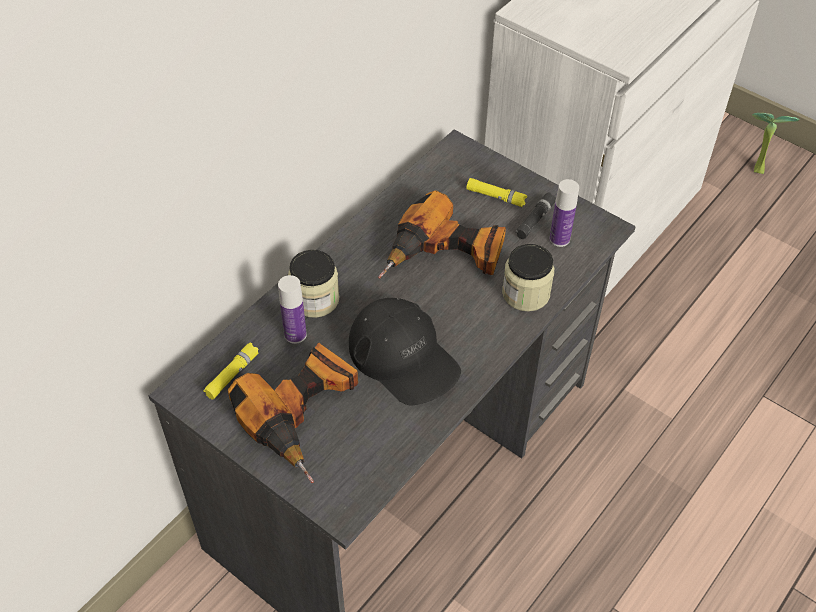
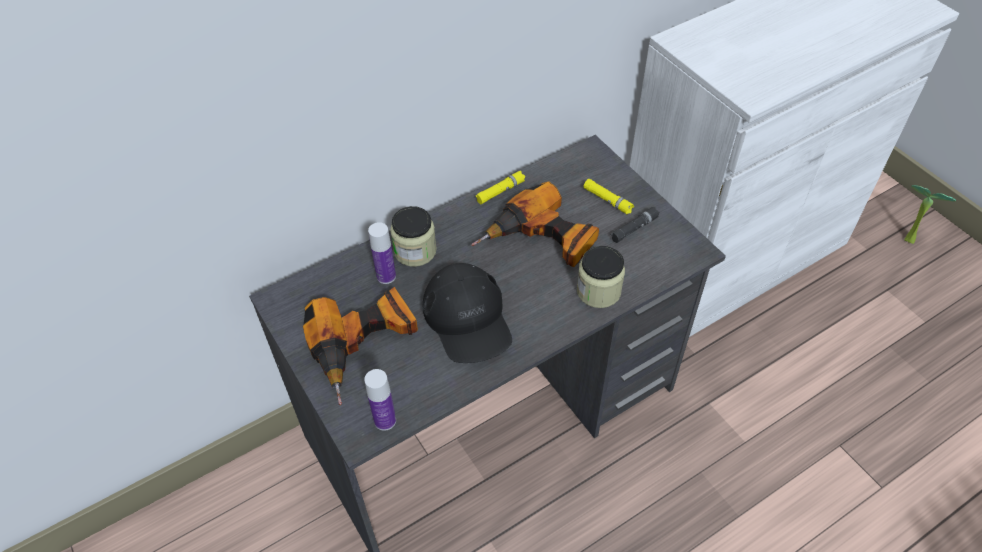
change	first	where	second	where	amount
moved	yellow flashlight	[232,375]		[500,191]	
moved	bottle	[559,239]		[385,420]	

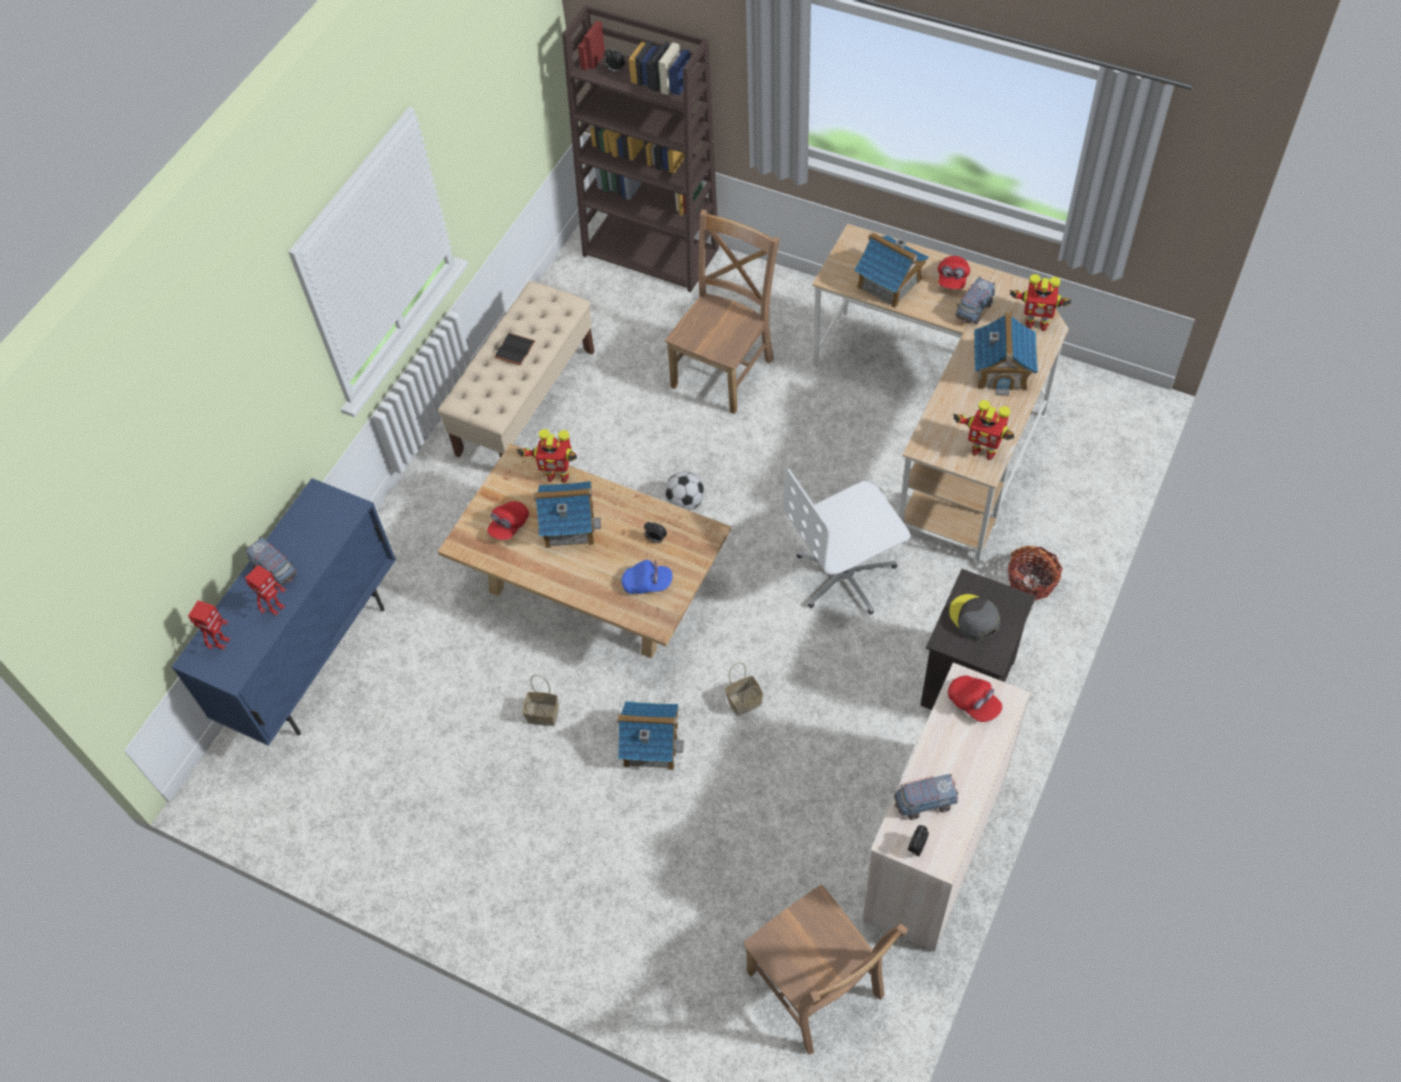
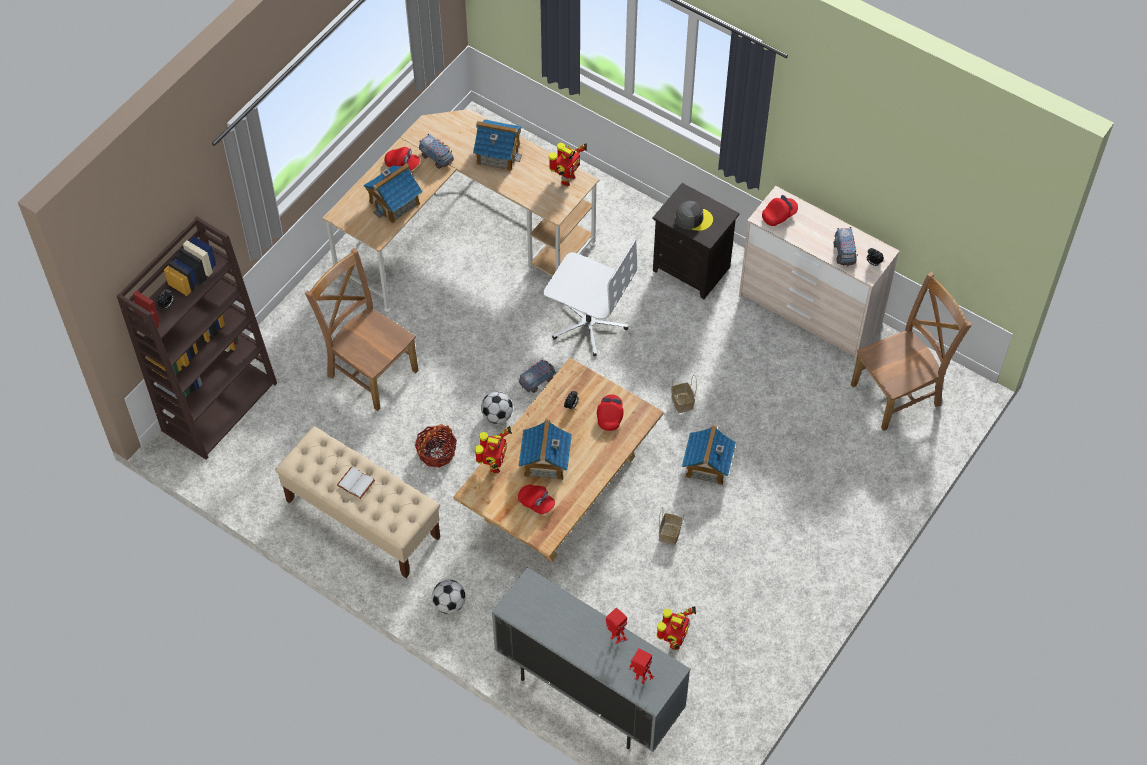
change	first	where	second	where	amount
added			football	[449,604]	
moved	toy truck	[275,570]		[537,381]	
moved	basket	[1031,581]		[436,452]	
moved	toy robot	[1036,323]		[674,641]	
recoloured	blue cabinet	[317,658]	grey cabinet	[588,694]	
recoloured	black book	[514,349]	white book	[355,483]	
recoloured	blue cap	[647,583]	red cap	[610,416]	
turned	white office chair	[845,575]		[588,323]	45 degrees counterclockwise
turned	grey cap	[974,618]		[693,218]	150 degrees counterclockwise

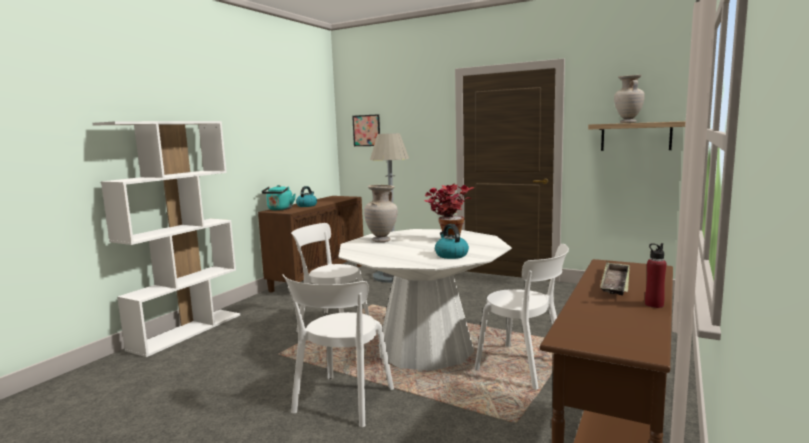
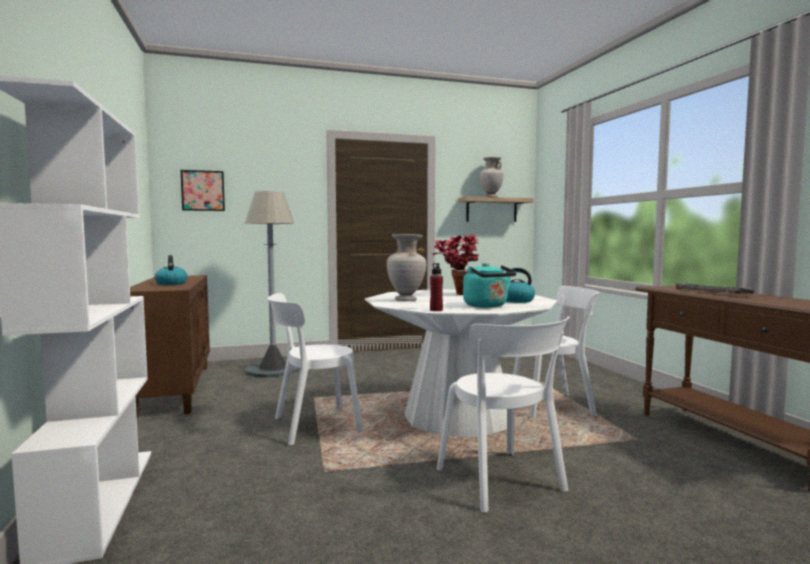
change	first	where	second	where	amount
moved	turquoise kettle	[279,209]		[487,306]	
moved	red bottle	[654,305]		[436,310]	

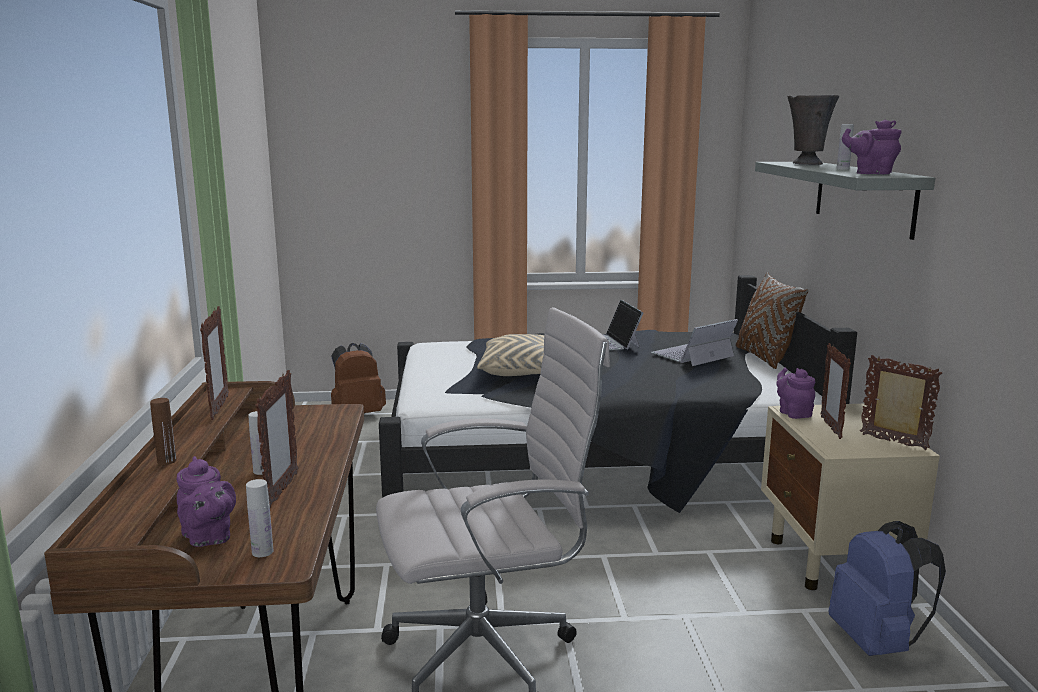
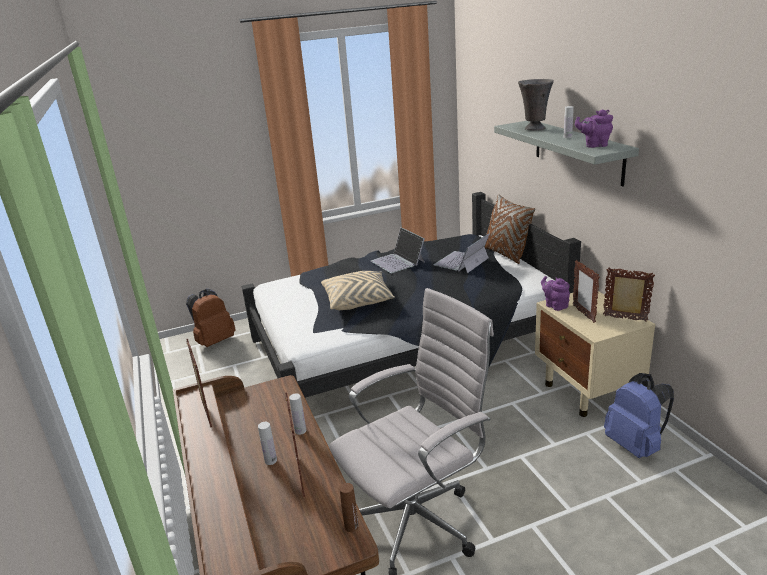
change	first	where	second	where	amount
removed	purple teapot	[208,538]			
moved	brown bottle	[167,461]		[351,526]	
moved	white bottle	[262,552]		[300,431]	

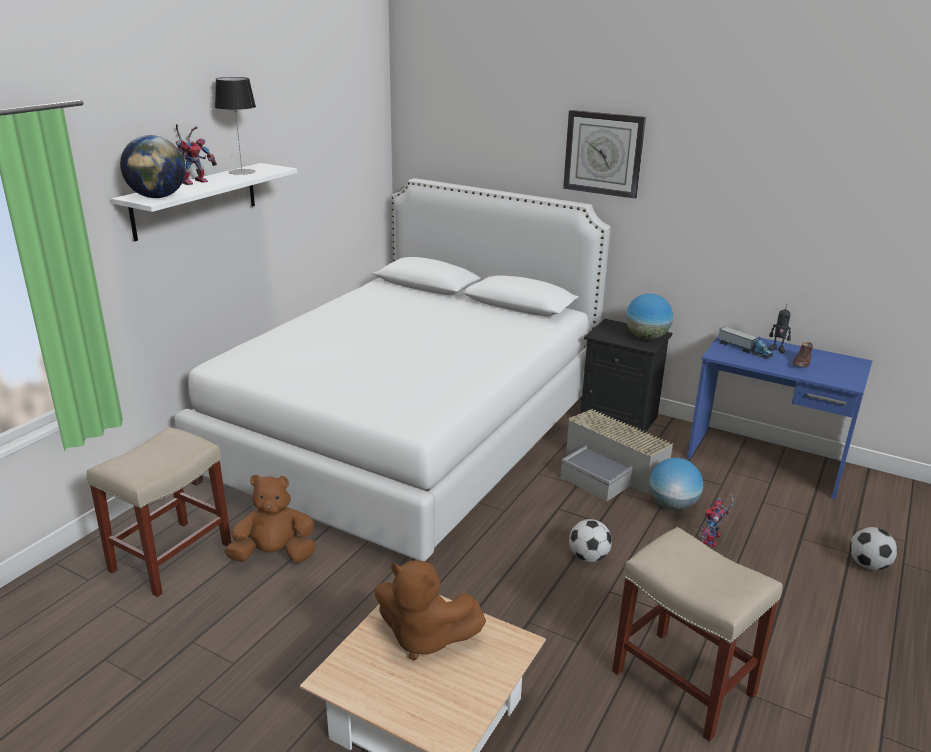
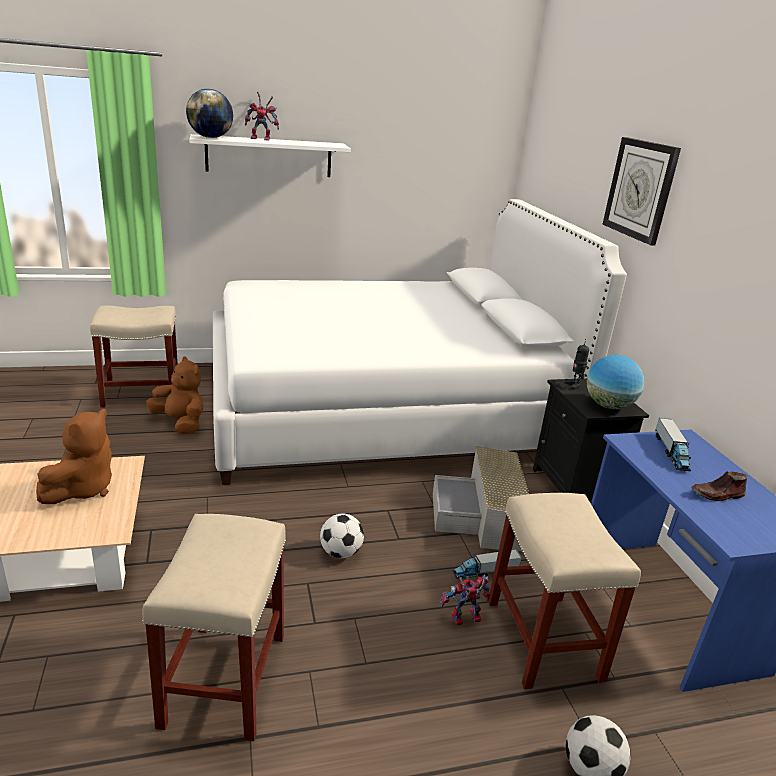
change	first	where	second	where	amount
removed	table lamp	[242,172]			
added			beige stool	[542,637]	
moved	toy robot	[777,349]		[574,385]	
replaced	globe	[672,505]	toy truck	[485,571]	
turned	brown plush toy	[424,638]		[83,489]	135 degrees counterclockwise

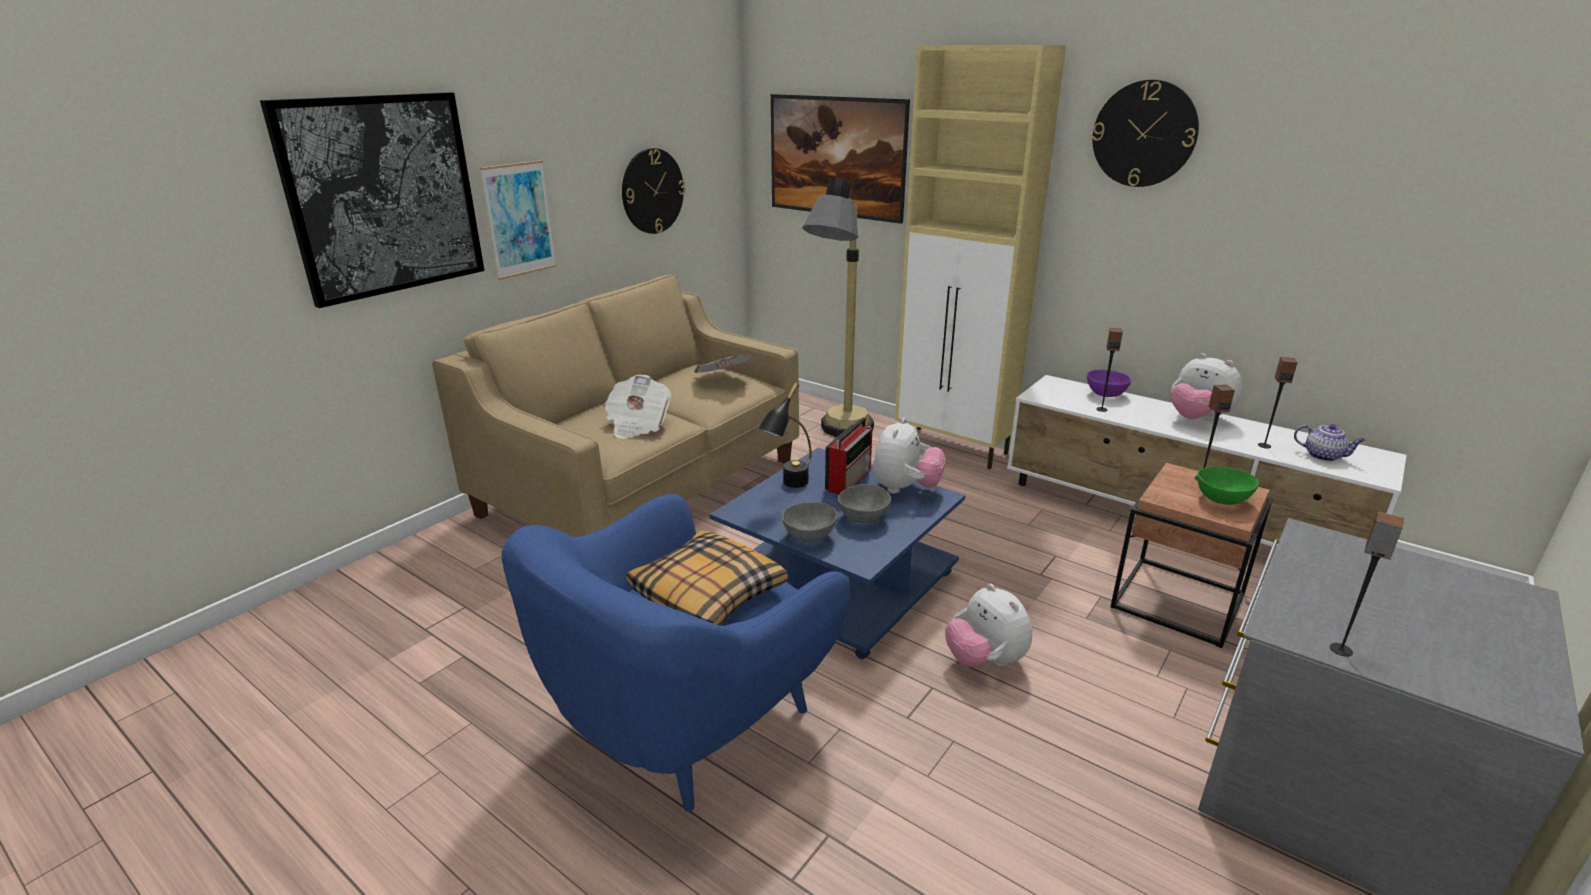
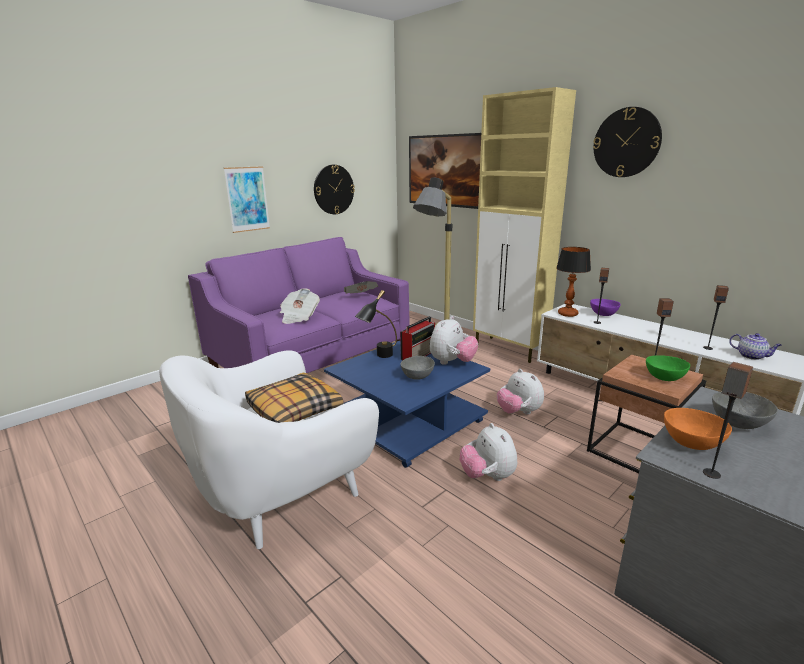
change	first	where	second	where	amount
removed	picture	[384,196]			
added			table lamp	[567,314]	
added			orange bowl	[692,444]	
moved	grey bowl	[810,537]		[739,424]	
moved	plush toy	[1197,419]		[518,412]	
recoloured	beige sofa	[642,487]	purple sofa	[311,360]	
recoloured	blue armchair	[685,720]	white armchair	[280,493]	

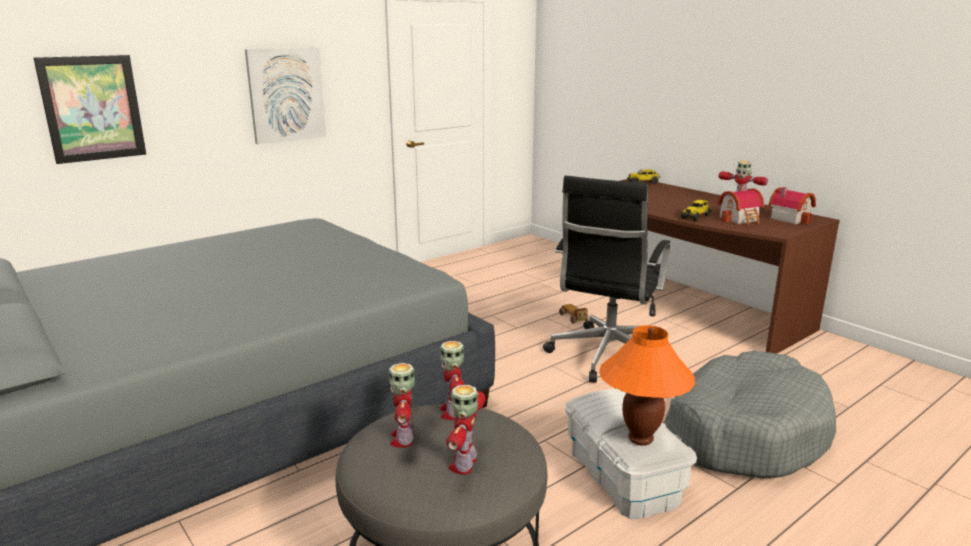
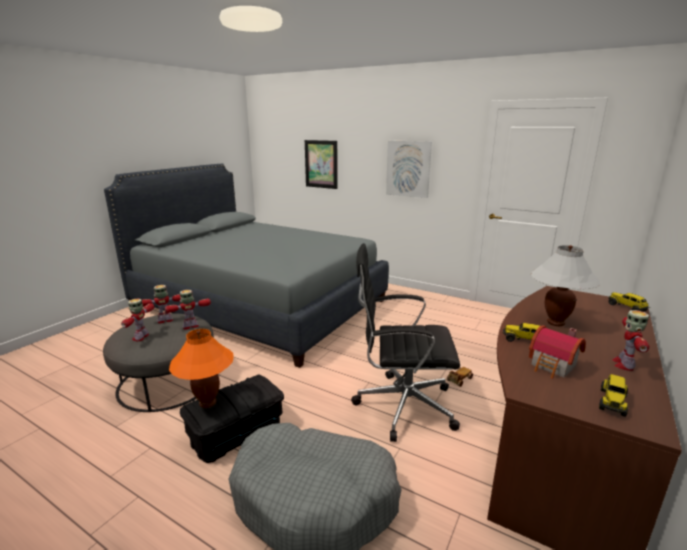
change	first	where	second	where	amount
added			white table lamp	[555,323]	
replaced	toy house	[790,218]	toy truck	[612,402]	
recoloured	white storage box	[622,475]	black storage box	[236,432]	
turned	toy robot	[464,463]		[141,337]	75 degrees counterclockwise

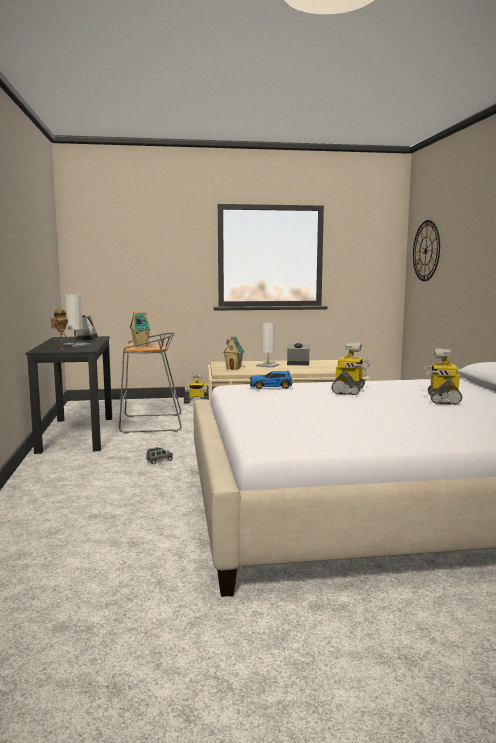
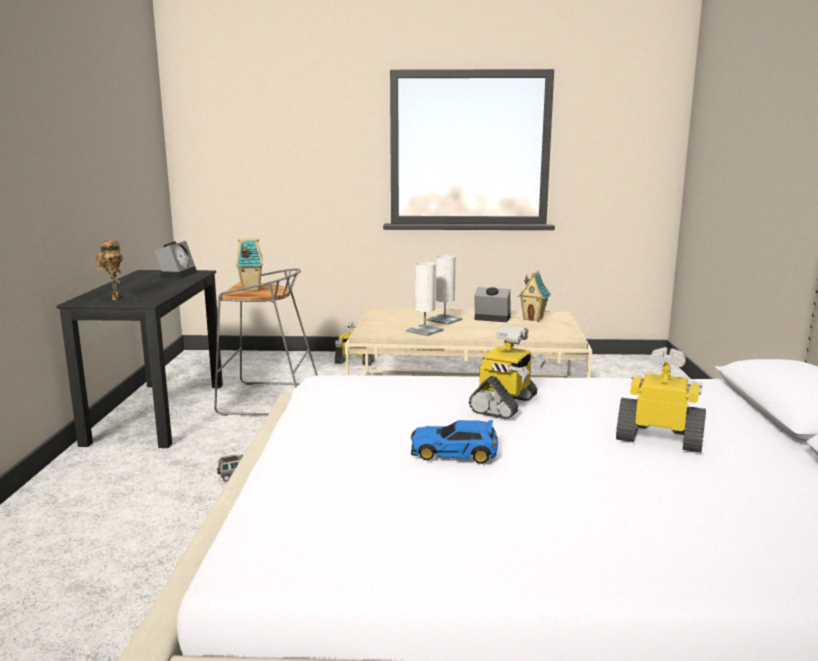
change	first	where	second	where	amount
removed	wall clock	[426,251]			
moved	white table lamp	[75,345]		[424,331]	
moved	toy house	[234,368]		[533,318]	
moved	toy car	[271,386]		[455,453]	
turned	toy robot	[442,399]		[659,439]	90 degrees clockwise

